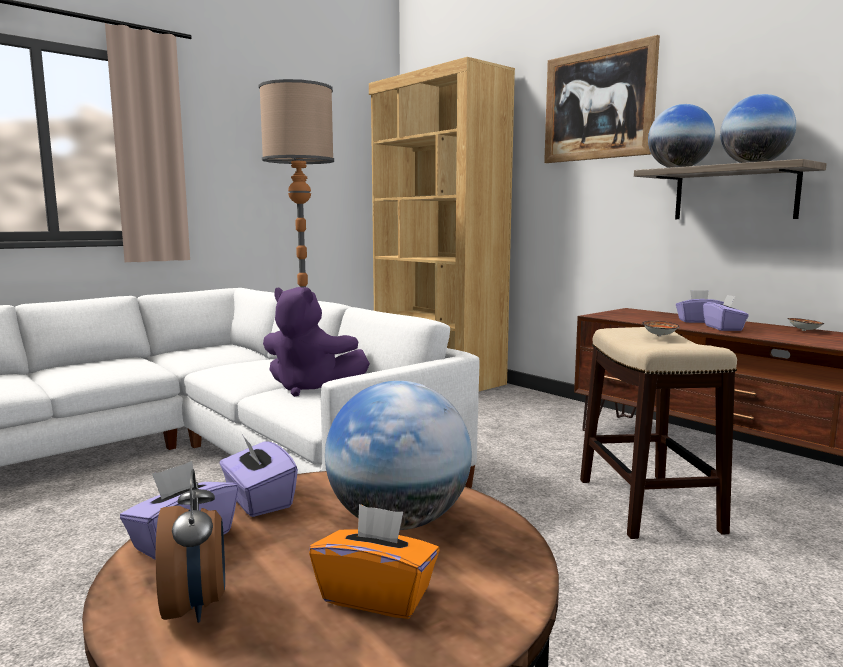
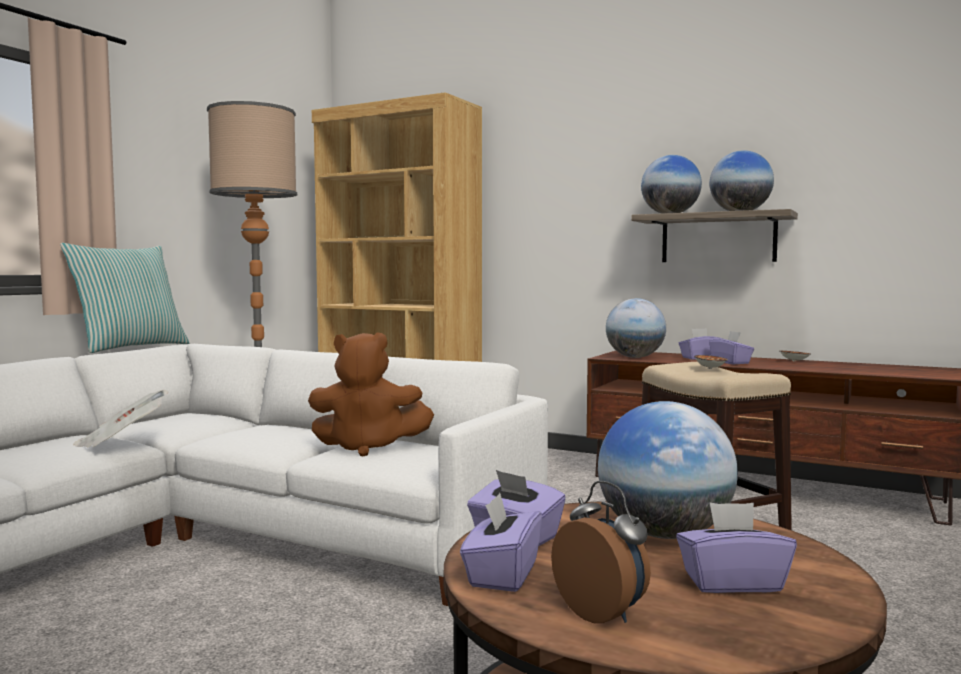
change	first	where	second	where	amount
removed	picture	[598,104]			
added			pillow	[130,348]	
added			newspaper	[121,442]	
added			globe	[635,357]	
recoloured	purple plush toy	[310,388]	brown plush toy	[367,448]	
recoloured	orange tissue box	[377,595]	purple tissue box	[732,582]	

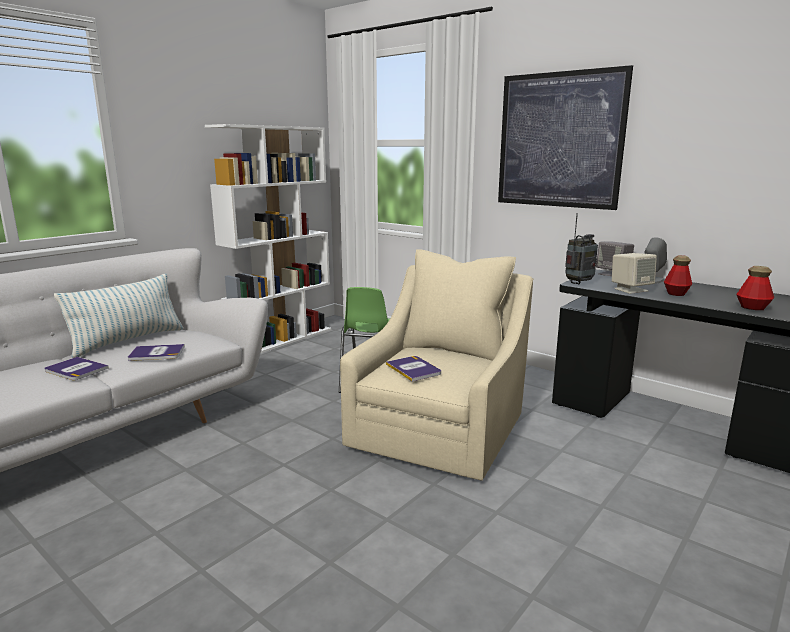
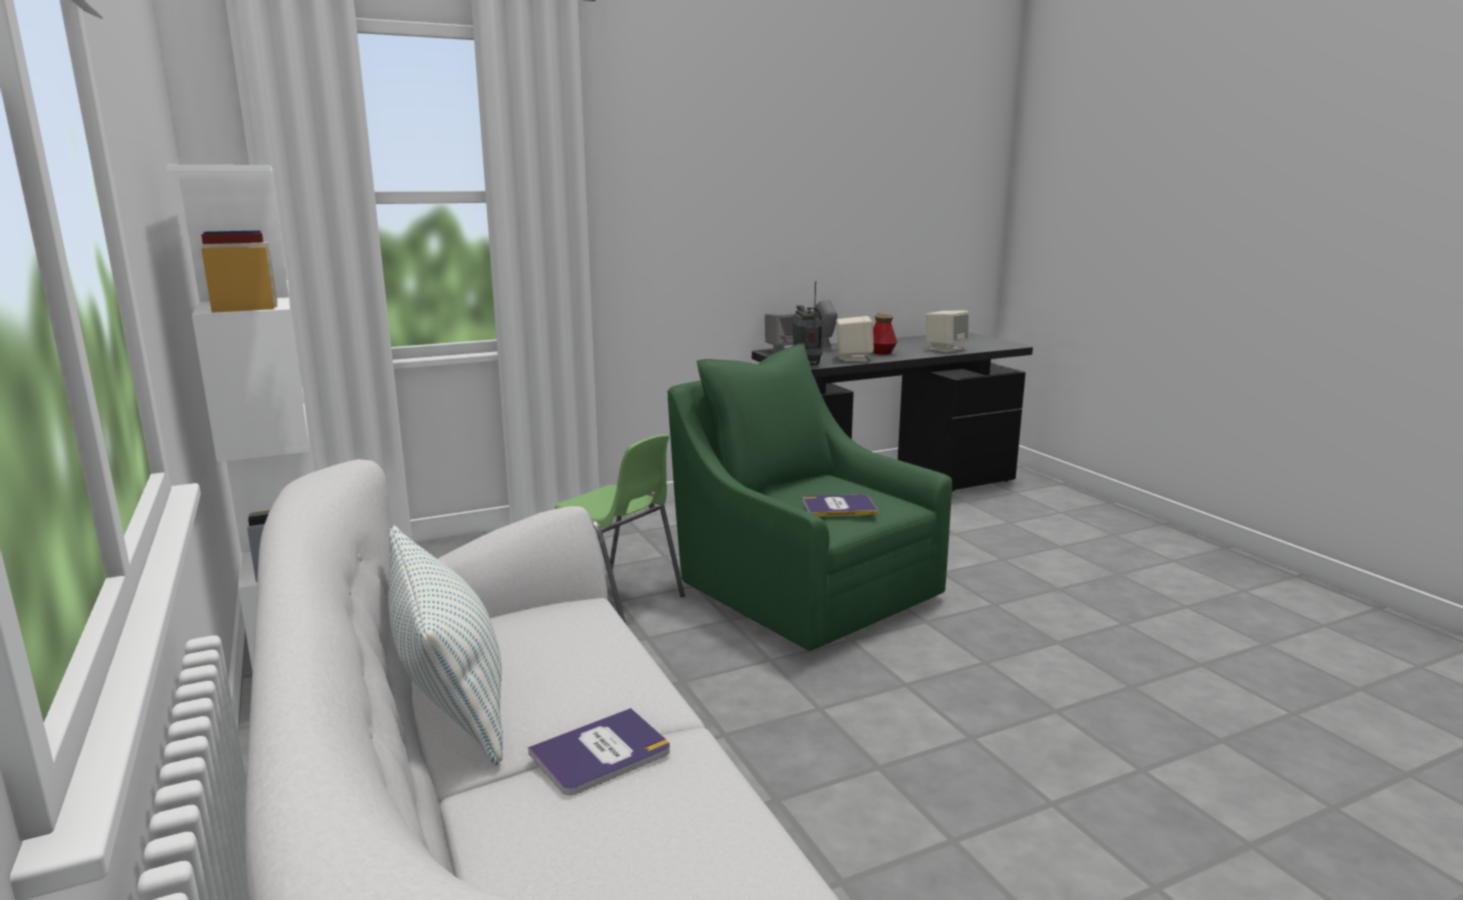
change	first	where	second	where	amount
removed	book	[156,353]			
removed	picture	[559,140]			
replaced	bottle	[752,307]	beige speaker	[945,349]	
recoloured	beige armchair	[441,429]	green armchair	[803,588]	

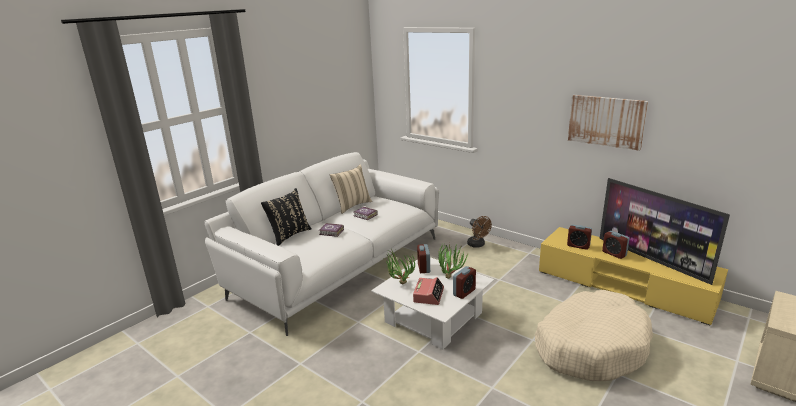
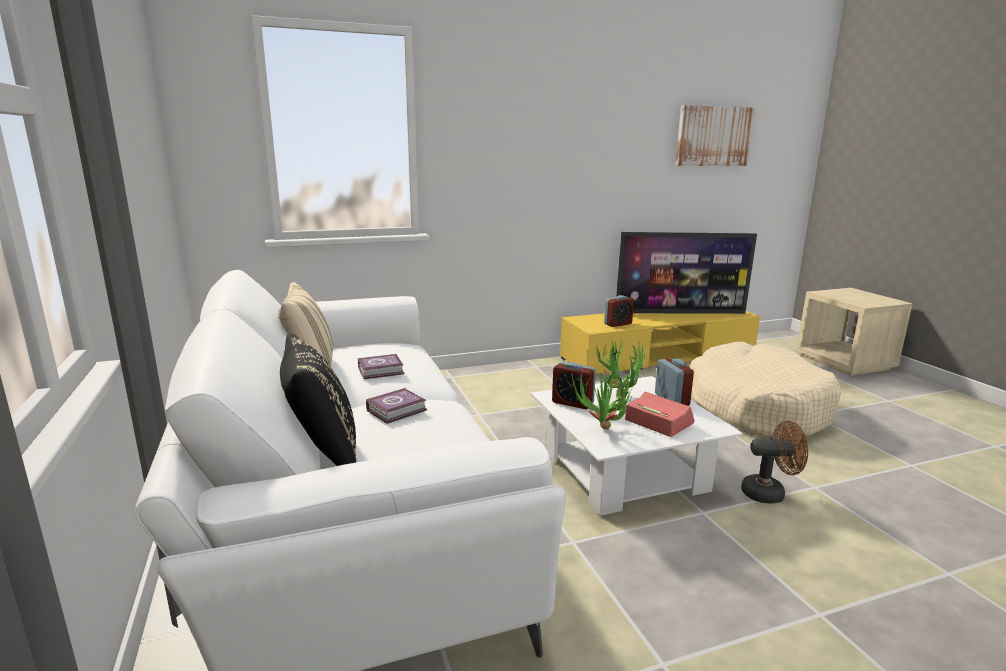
change	first	where	second	where	amount
removed	alarm clock	[614,254]			
moved	brown fan	[478,245]		[769,493]	
moved	picture	[606,121]		[713,136]	

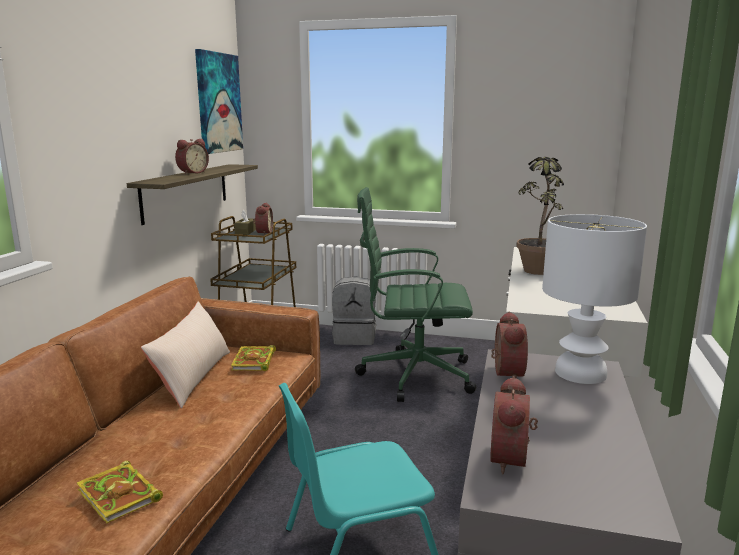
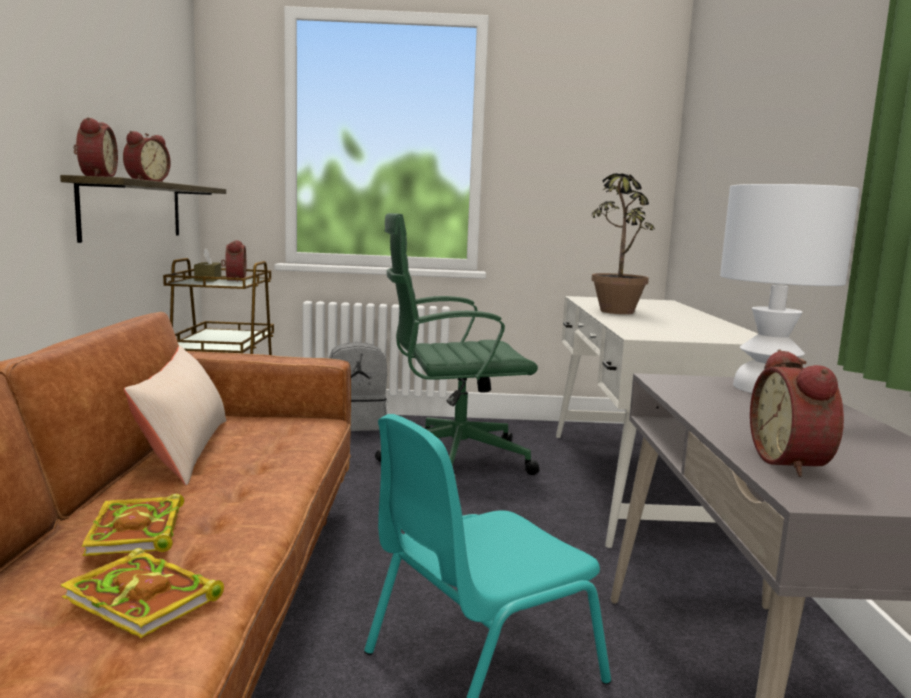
change	first	where	second	where	amount
removed	picture	[218,103]			
moved	book	[254,362]		[137,532]	
moved	alarm clock	[505,373]		[95,176]	

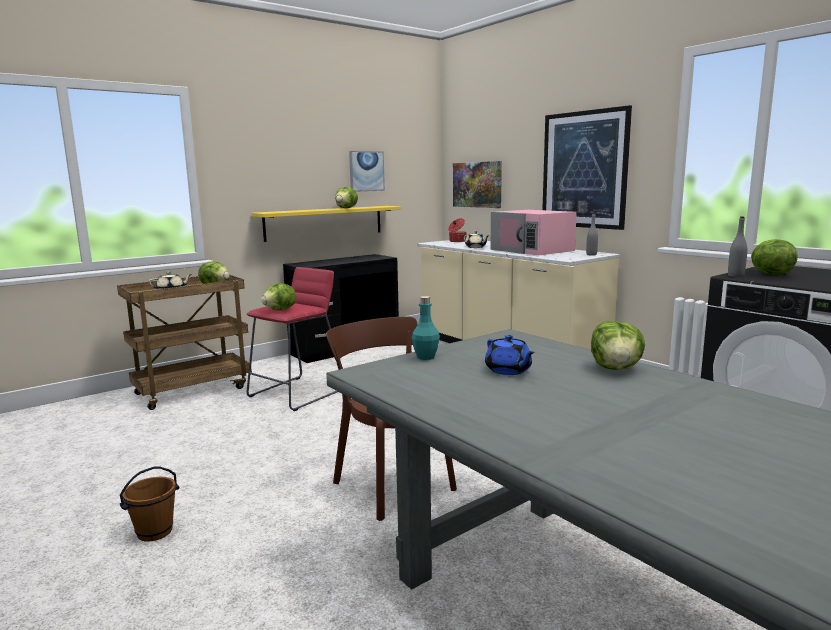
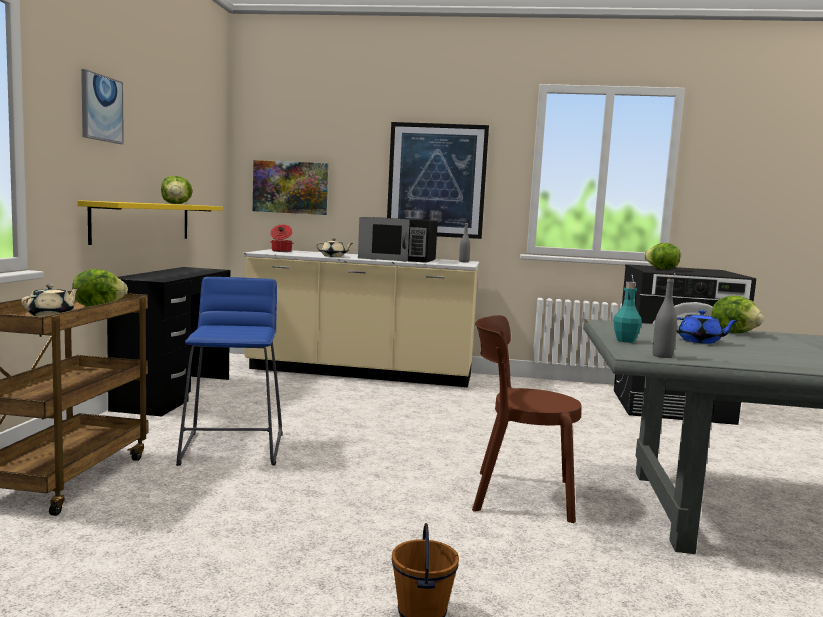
change	first	where	second	where	amount
removed	lettuce	[280,310]			
moved	picture	[366,171]		[101,108]	
moved	grey bottle	[735,276]		[662,356]	
recoloured	red stool	[297,393]	blue stool	[232,448]	
recoloured	pink microwave	[532,250]	black microwave	[398,258]	

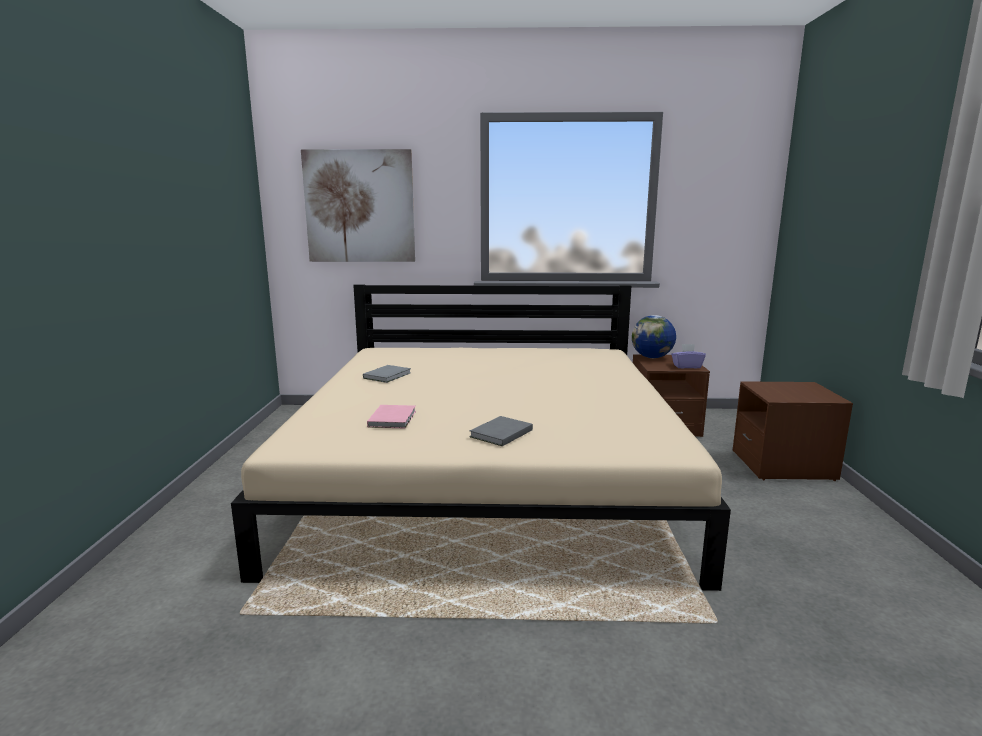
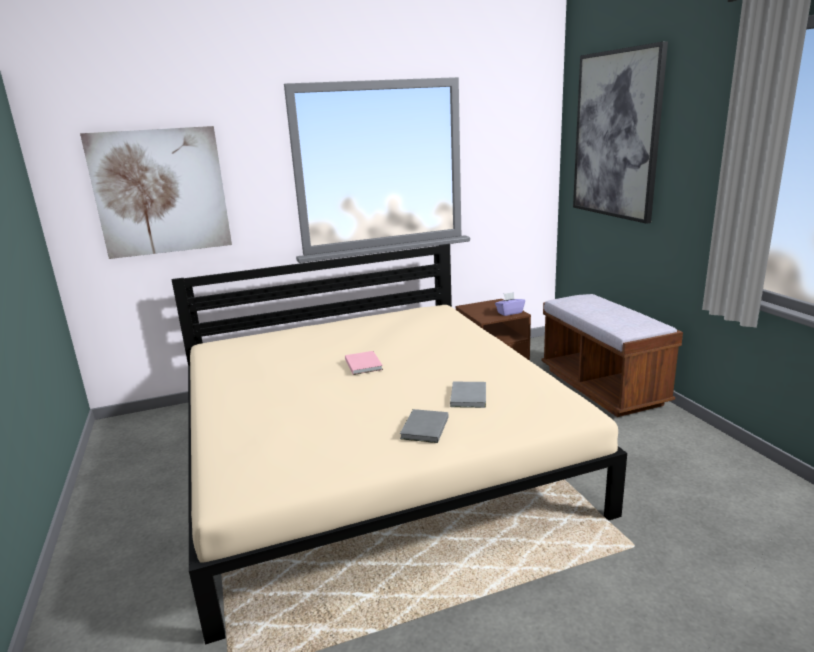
change	first	where	second	where	amount
removed	globe	[652,357]			
added			picture	[616,135]	
moved	grey book	[388,375]		[469,396]	
moved	pink book	[393,418]		[364,364]	
replaced	brown nightstand	[783,465]	brown bench	[602,387]	

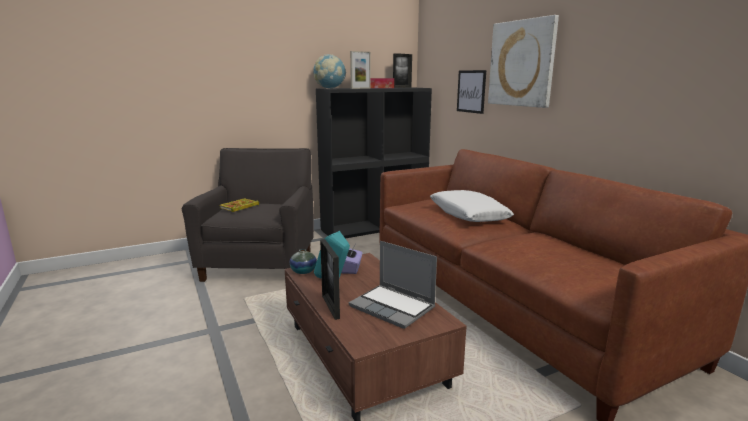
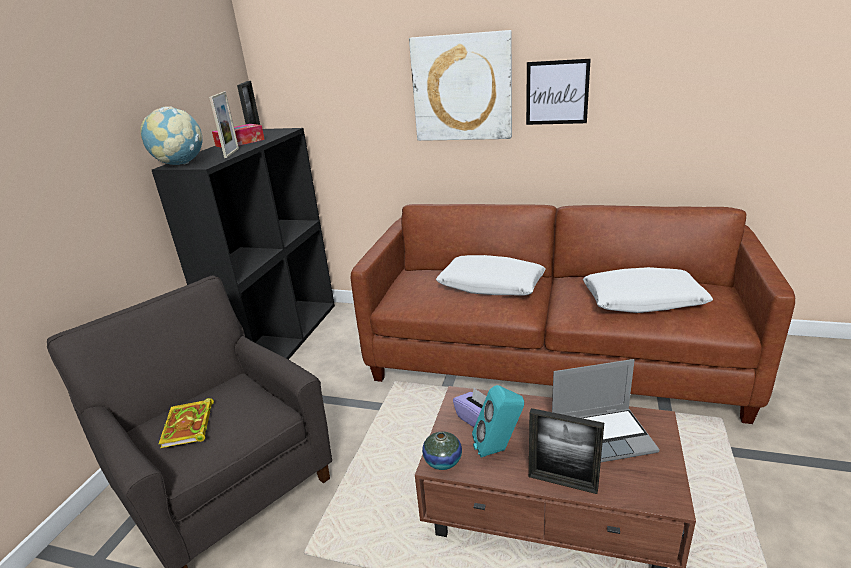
change	first	where	second	where	amount
added			white pillow	[642,301]	
moved	picture	[471,91]		[557,92]	

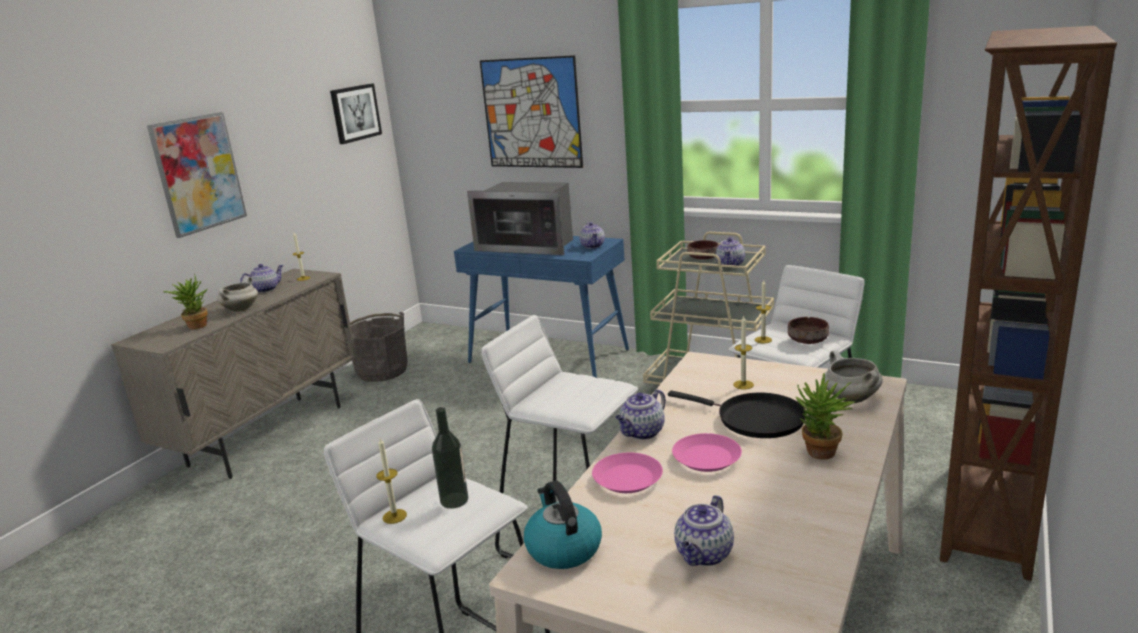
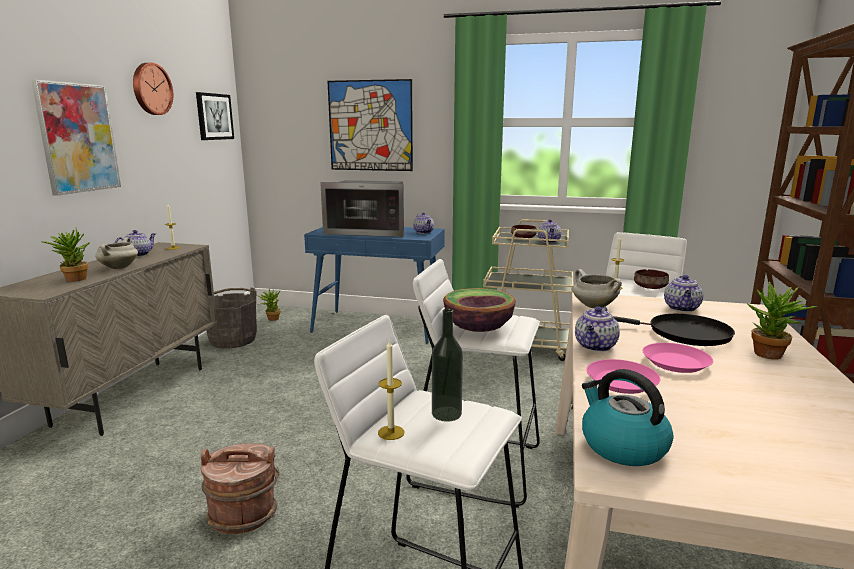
change	first	where	second	where	amount
removed	candle	[743,385]			
added			wall clock	[151,89]	
added			brown bucket	[244,514]	
added			potted plant	[271,319]	
added			bowl	[478,328]	
moved	teapot	[704,555]		[682,308]	
moved	white cooking pot	[849,399]		[593,306]	

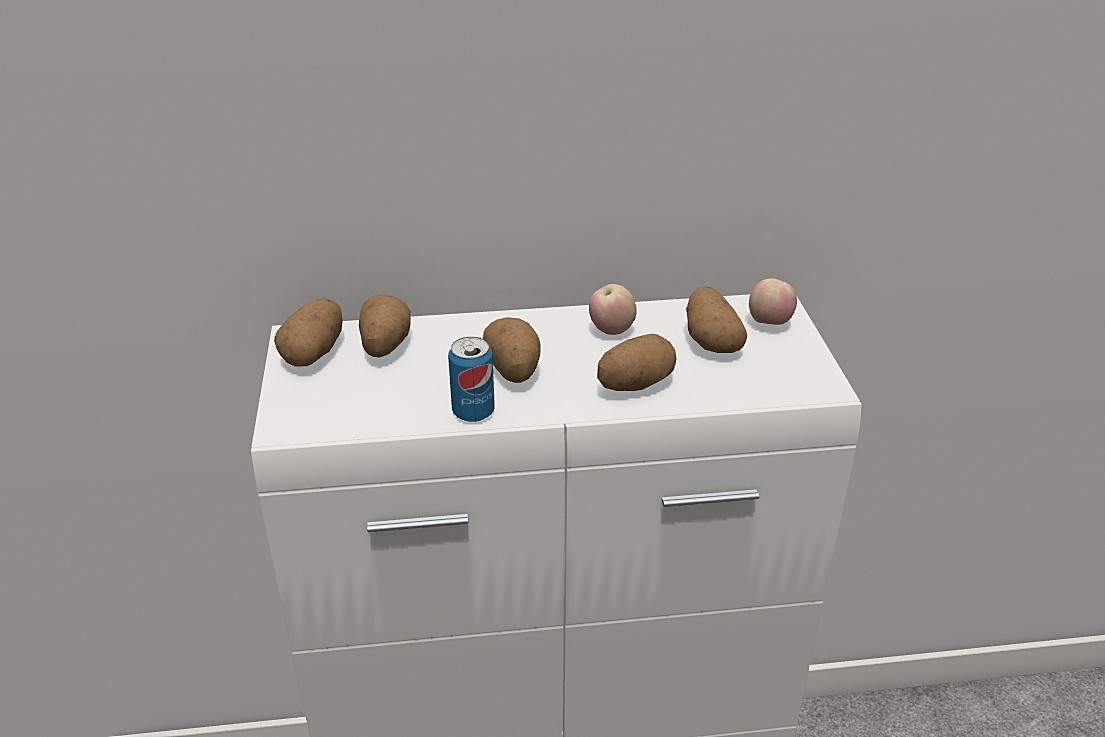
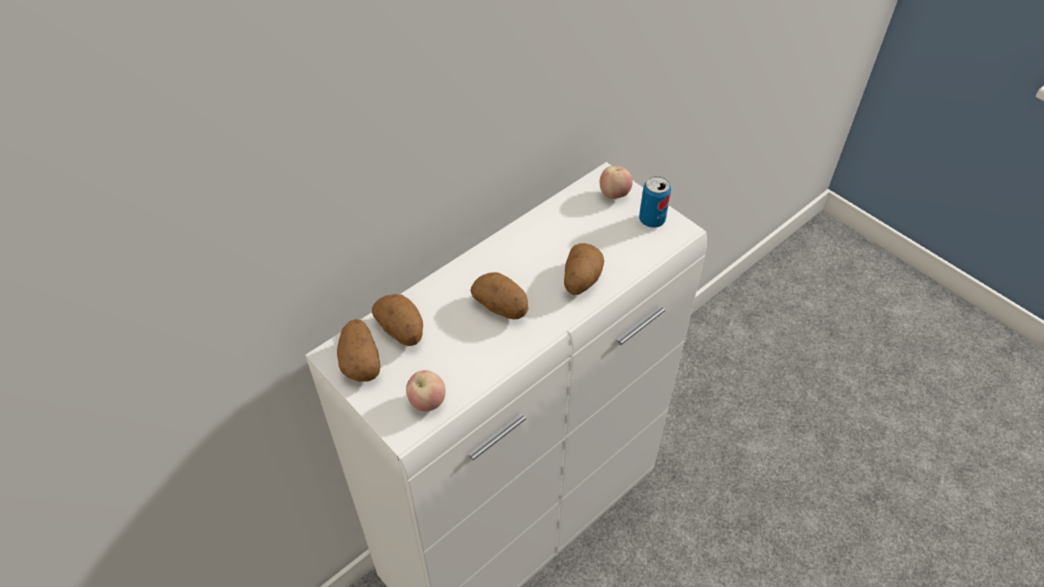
change	first	where	second	where	amount
removed	potato	[711,341]			
moved	can	[473,412]		[652,220]	
moved	apple	[611,330]		[427,402]	

